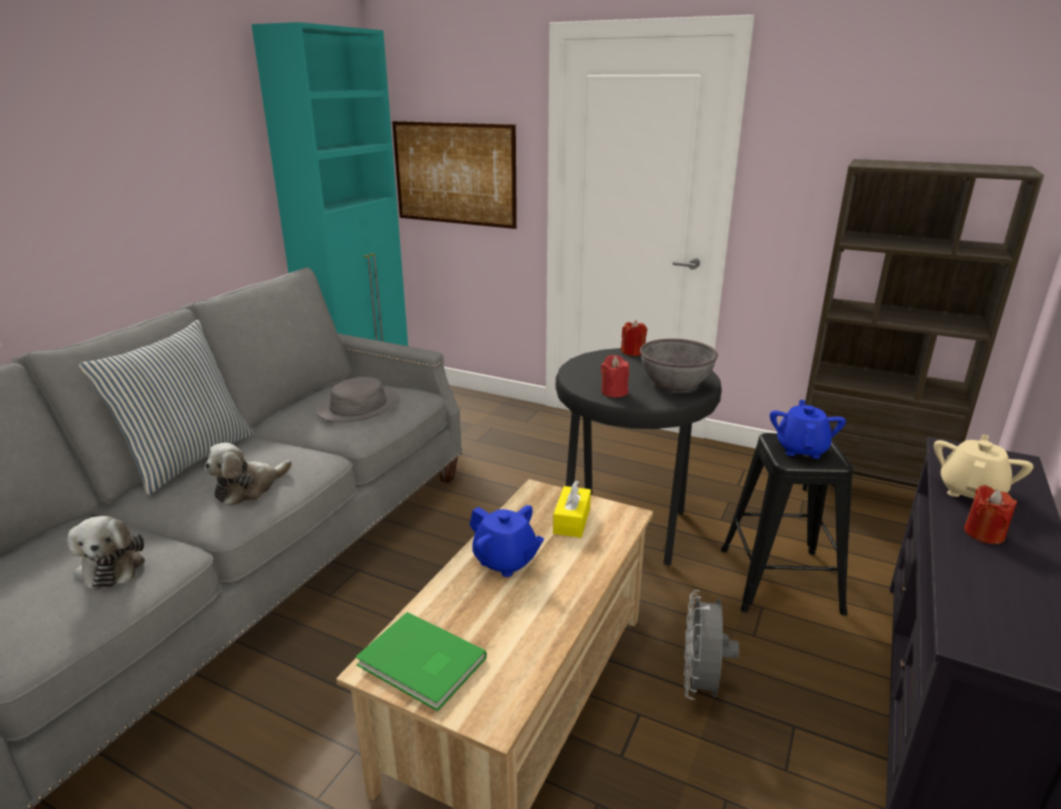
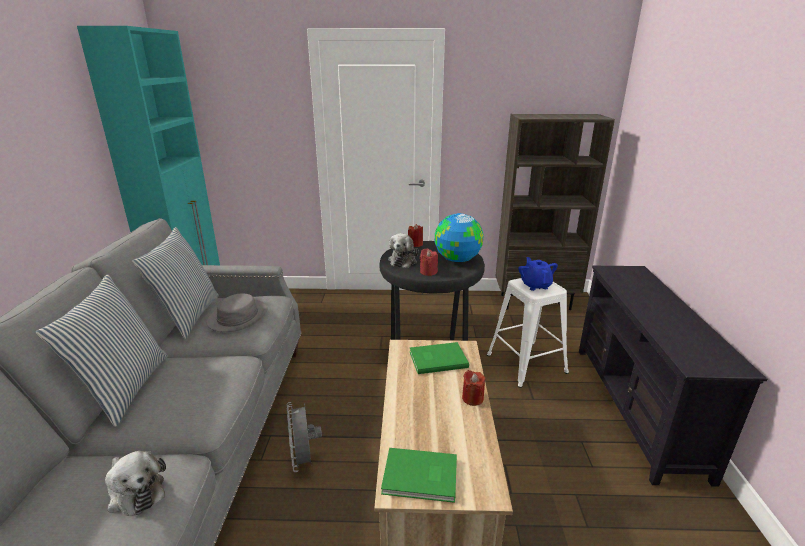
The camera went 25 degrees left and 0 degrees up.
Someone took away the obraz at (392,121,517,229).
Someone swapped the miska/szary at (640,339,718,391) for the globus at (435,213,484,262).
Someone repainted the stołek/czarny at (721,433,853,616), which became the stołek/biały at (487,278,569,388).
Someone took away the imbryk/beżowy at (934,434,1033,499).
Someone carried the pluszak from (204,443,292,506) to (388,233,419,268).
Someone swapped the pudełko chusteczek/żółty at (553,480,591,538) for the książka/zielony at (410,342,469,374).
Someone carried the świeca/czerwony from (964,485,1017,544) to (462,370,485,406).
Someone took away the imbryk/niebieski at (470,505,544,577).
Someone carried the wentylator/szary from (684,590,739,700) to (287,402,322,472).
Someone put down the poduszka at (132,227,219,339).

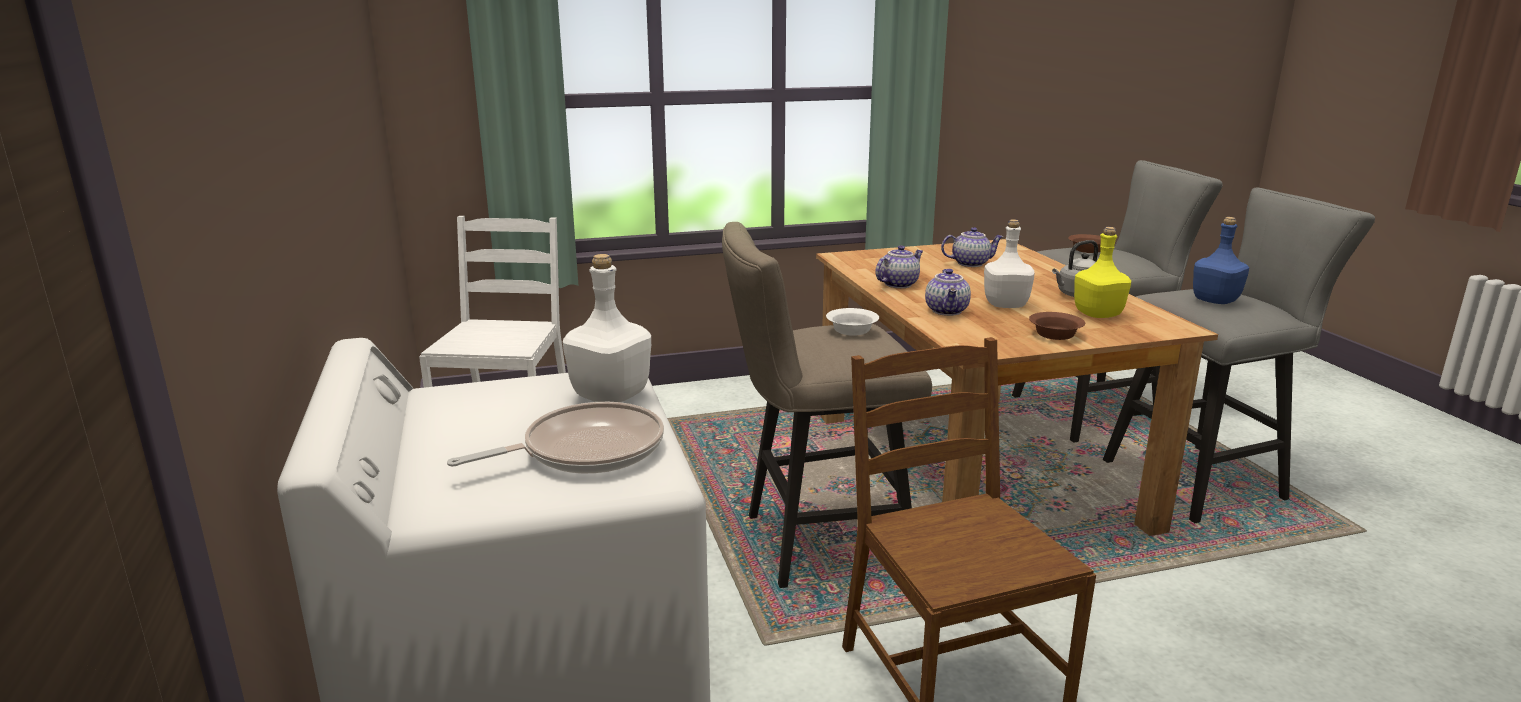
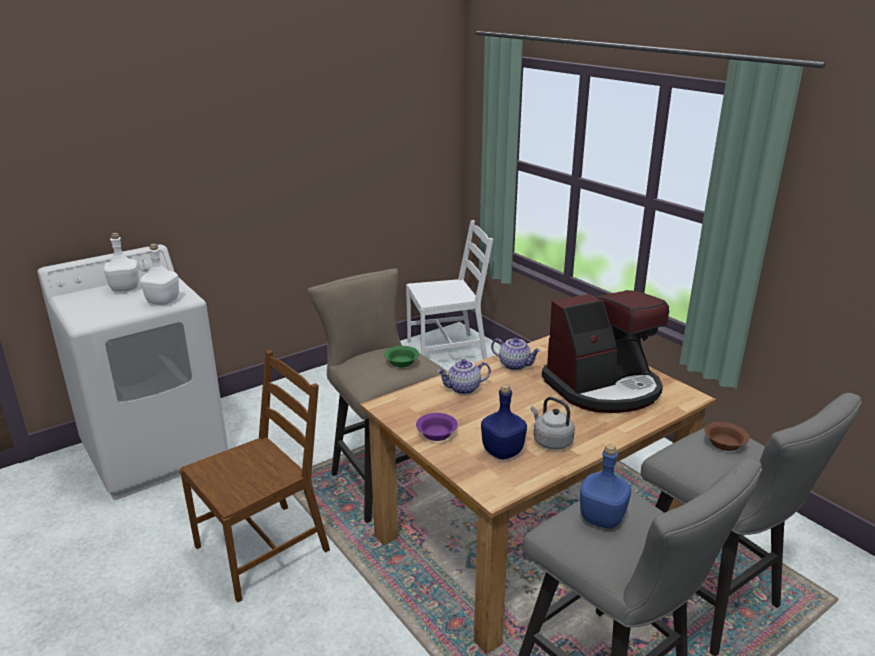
The camera went 70 degrees right and 5 degrees up.
Someone carried the butelka/biały from (984,219,1035,308) to (104,233,139,292).
Someone swapped the imbryk at (941,227,1004,267) for the ekspres do kawy at (542,290,669,413).
Someone repainted the butelka/żółty at (1074,227,1131,318), which became the butelka/niebieski at (481,384,527,460).
Someone repainted the miska/biały at (826,308,879,336), which became the miska/zielony at (384,346,419,367).
Someone repainted the miska/brązowy at (1029,312,1085,340), which became the miska/fioletowy at (416,413,458,441).
Someone took away the patelnia at (447,402,664,474).

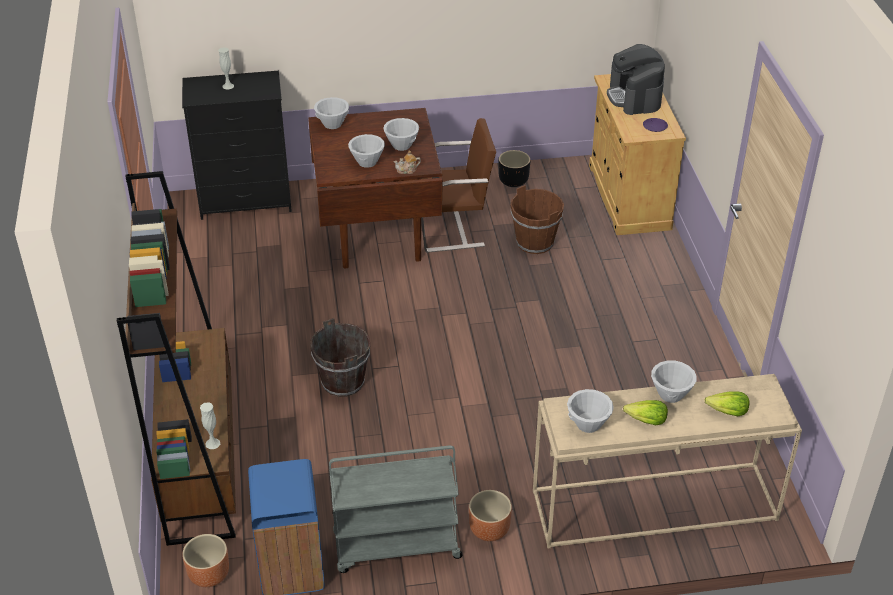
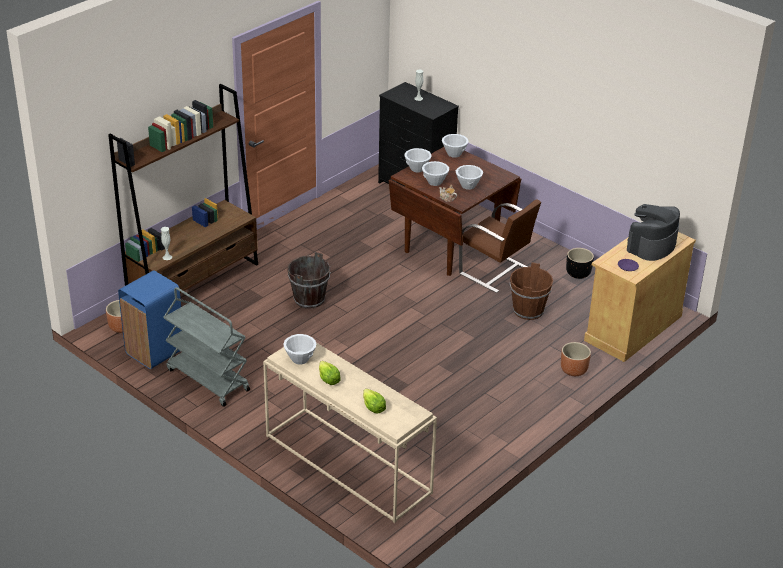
The camera went 50 degrees right and 5 degrees down.
Someone carried the miska/biały from (651,361,697,403) to (405,148,431,172).
Someone carried the donica/brązowy from (469,490,512,541) to (561,342,591,376).

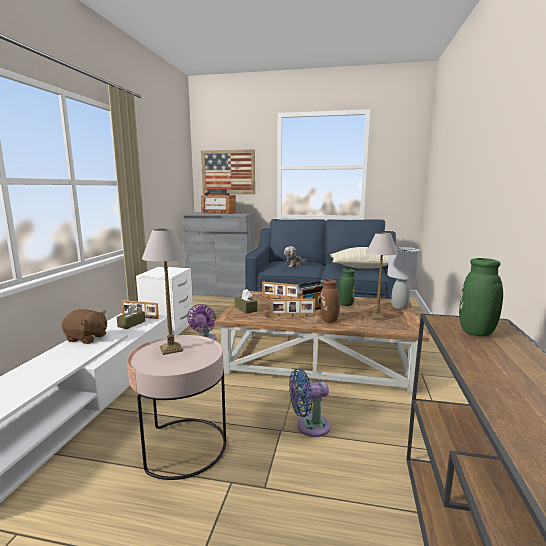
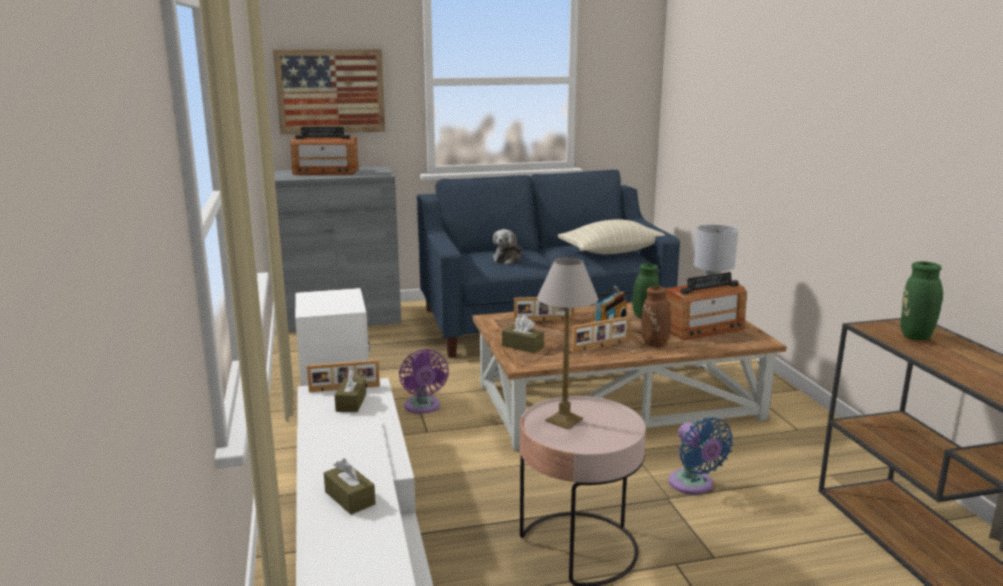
The camera went 25 degrees left and 5 degrees up.
Someone swapped the lampa stołowa at (366,232,398,320) for the radio at (666,272,747,340).
Someone took away the pluszak/brązowy at (62,309,107,344).
Someone rotated the wentylator/niebieski at (289,369,331,437) by 75 degrees counterclockwise.
Someone put down the pudełko chusteczek/brązowy at (324,459,376,515).

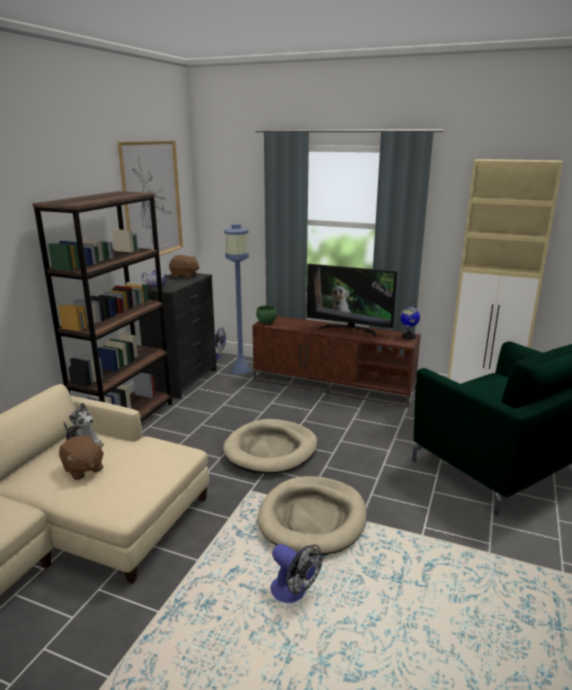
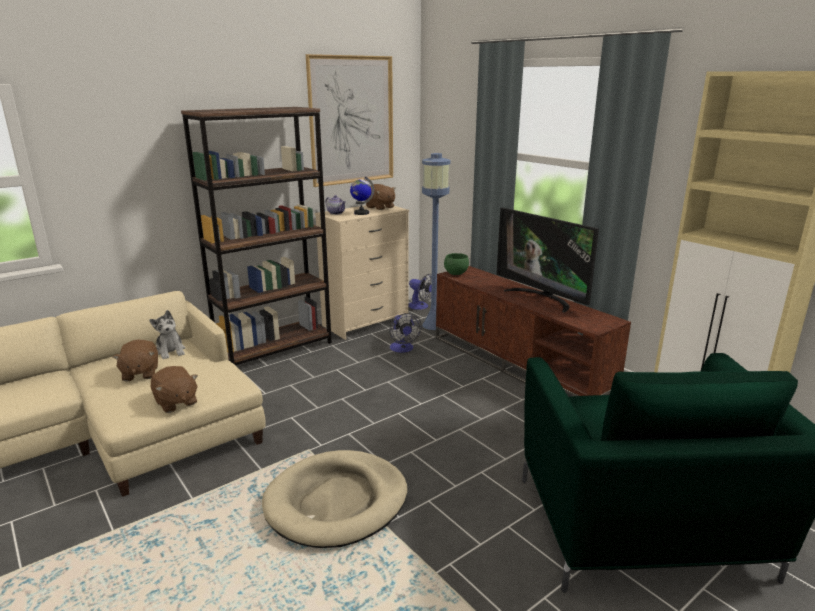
The camera went 30 degrees right and 0 degrees up.
Someone repainted the komoda/czarny at (139,273,217,399), which became the komoda/beżowy at (315,205,409,340).
Someone carried the globus from (400,304,420,339) to (350,176,374,215).
Someone took away the legowisko/beżowy at (223,419,317,474).
Someone carried the wentylator from (270,544,322,603) to (390,313,422,353).
Someone put down the pluszak/brązowy at (151,366,198,413).

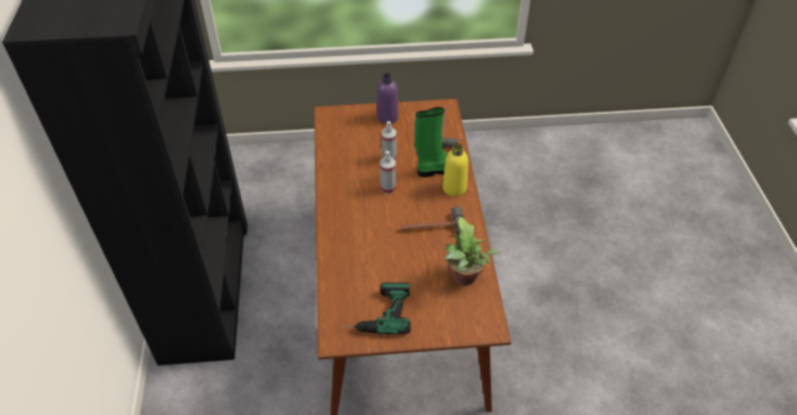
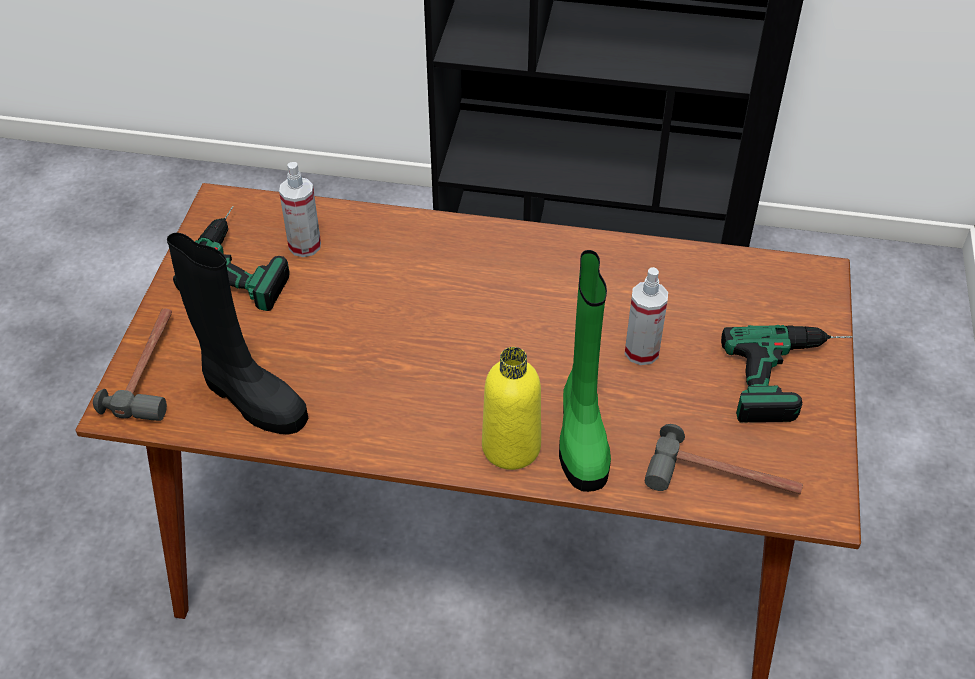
The camera went 105 degrees right and 0 degrees up.
Someone swapped the butelka/fioletowy at (377,73,399,124) for the wiertarka at (721,325,853,422).
Someone carried the spryskiwacz from (380,151,396,194) to (279,162,321,257).
Someone carried the młotek from (402,206,464,234) to (93,308,172,421).
Someone swapped the roślina doniczkowa at (445,216,501,286) for the but z cholewką/czarny at (167,232,308,435).

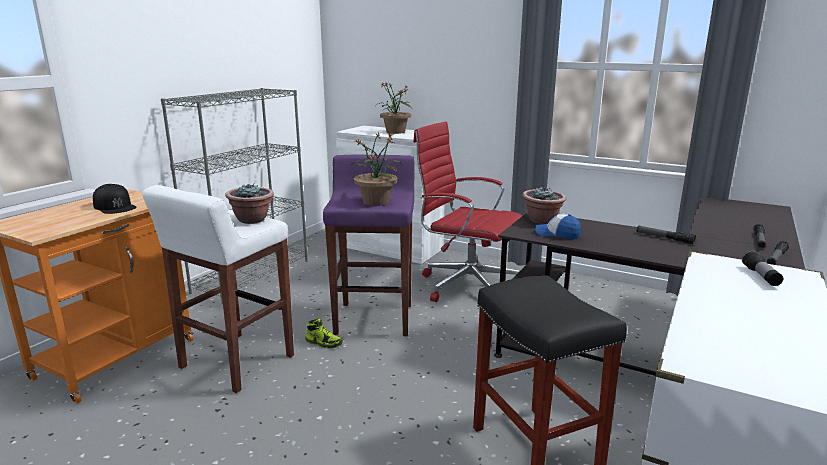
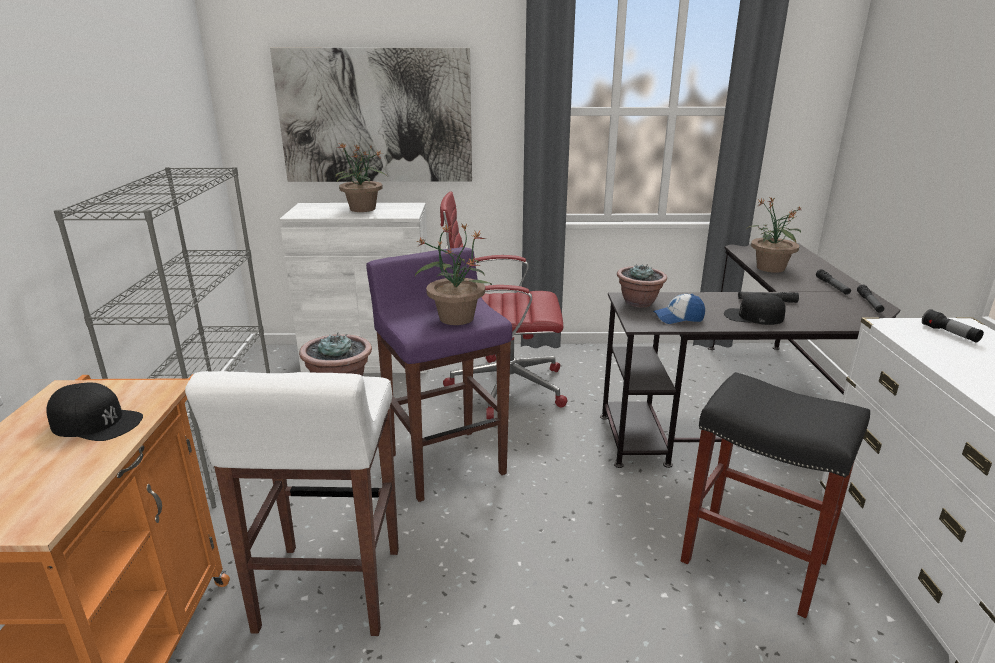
The camera went 30 degrees left and 5 degrees up.
Someone took away the but at (305,318,343,349).
Someone put up the obraz at (270,48,472,182).
Someone put down the roślina doniczkowa at (747,196,801,273).
Someone put down the czapka z daszkiem/czarny at (724,293,786,325).

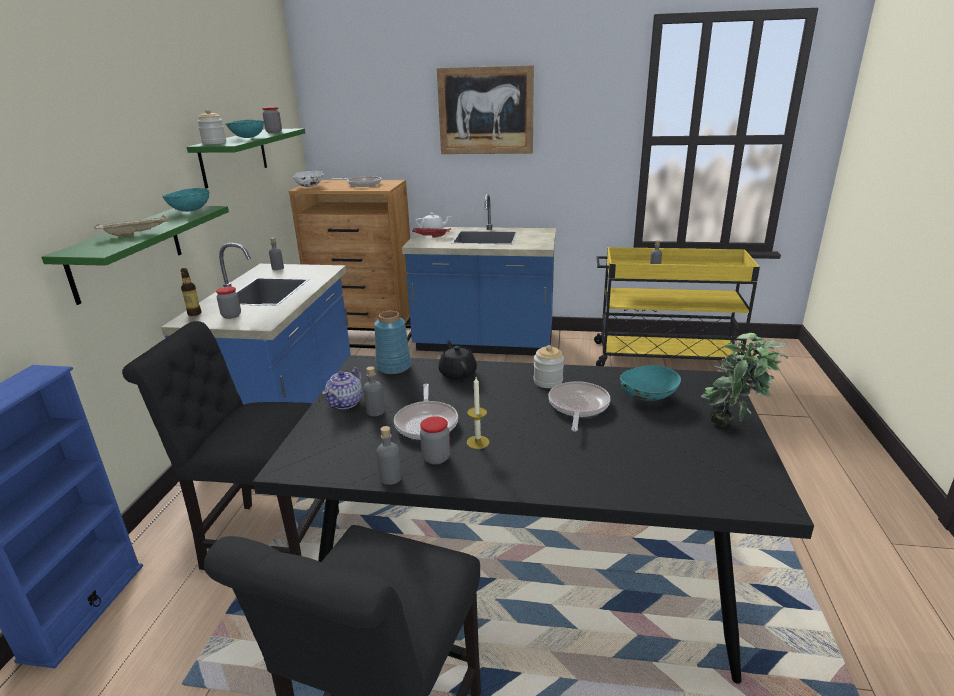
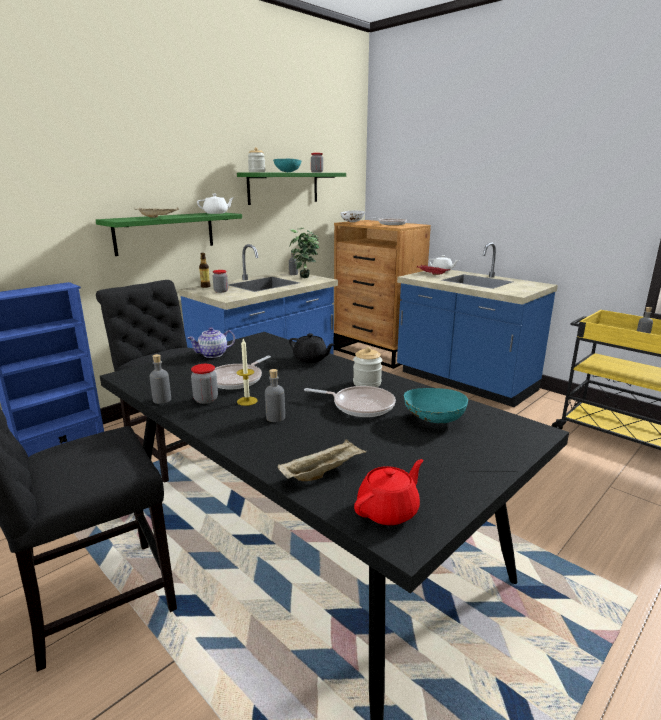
The camera went 35 degrees right and 5 degrees down.
Someone took away the obraz at (437,65,534,154).
Someone swapped the miska/turkusowy at (162,188,209,212) for the imbryk/biały at (197,194,235,214).
Someone took away the wazon/niebieski at (374,311,411,374).
Someone carried the roślina doniczkowa from (701,333,789,427) to (289,228,319,278).
Someone rotated the imbryk/czarny at (438,340,477,380) by 105 degrees clockwise.
Someone carried the butelka/szary from (363,366,385,416) to (265,369,285,422).
Someone rotated the patelnia at (548,381,611,431) by 60 degrees clockwise.
Someone put down the taca/beżowy at (278,439,367,481).
Someone put down the imbryk/czerwony at (354,459,423,525).

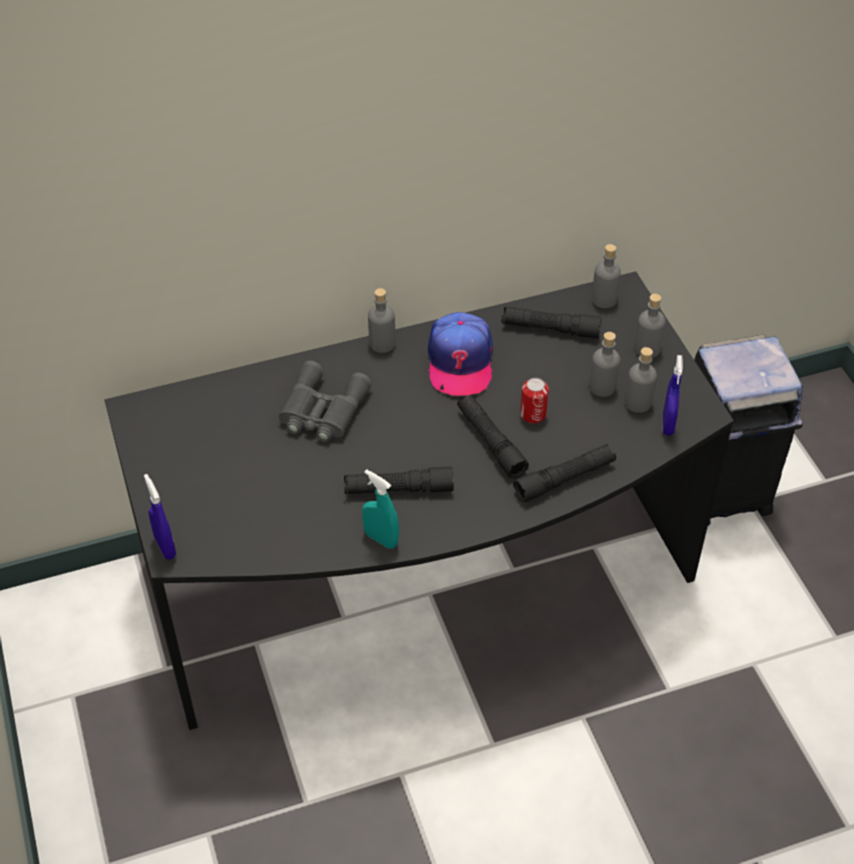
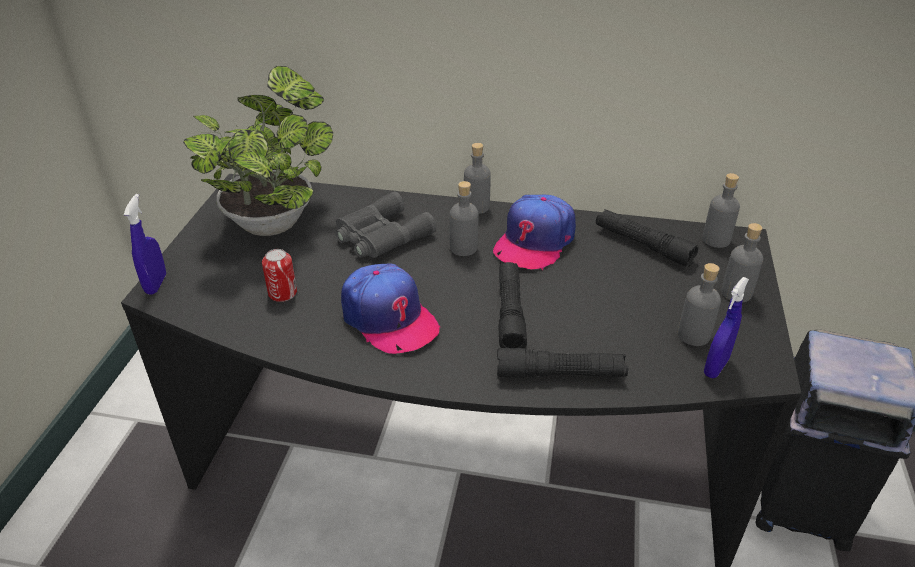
The camera went 30 degrees right and 10 degrees down.
Someone carried the butelka/szary from (589,332,620,397) to (450,181,478,256).
Someone carried the puszka from (520,378,549,423) to (262,249,297,302).
Someone swapped the latarka/czarny at (344,467,454,494) for the czapka z daszkiem at (341,263,441,354).
Someone took away the spryskiwacz/turkusowy at (362,469,399,549).
Someone put down the roślina doniczkowa at (183,66,333,236).

